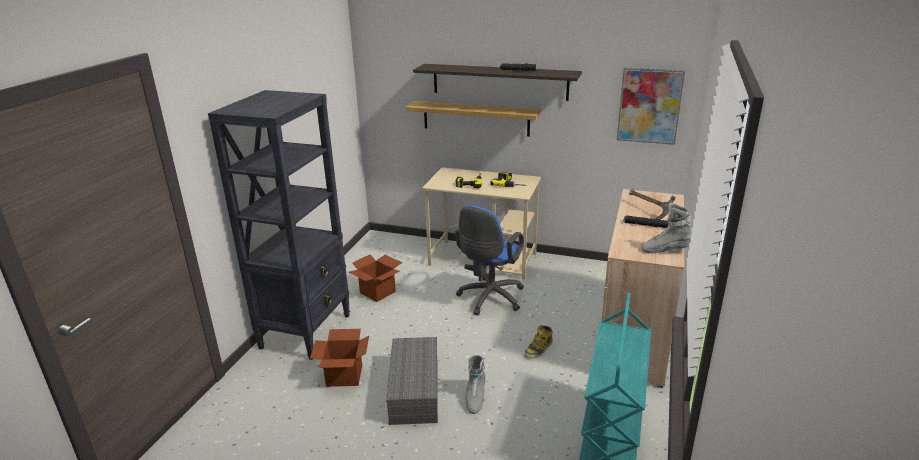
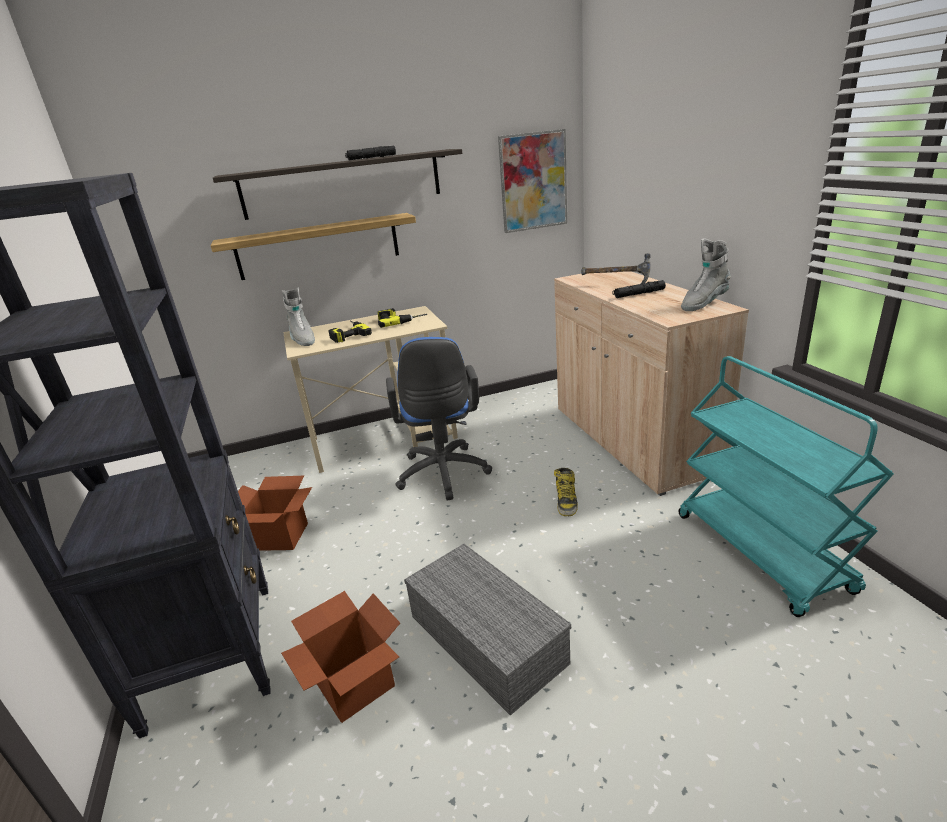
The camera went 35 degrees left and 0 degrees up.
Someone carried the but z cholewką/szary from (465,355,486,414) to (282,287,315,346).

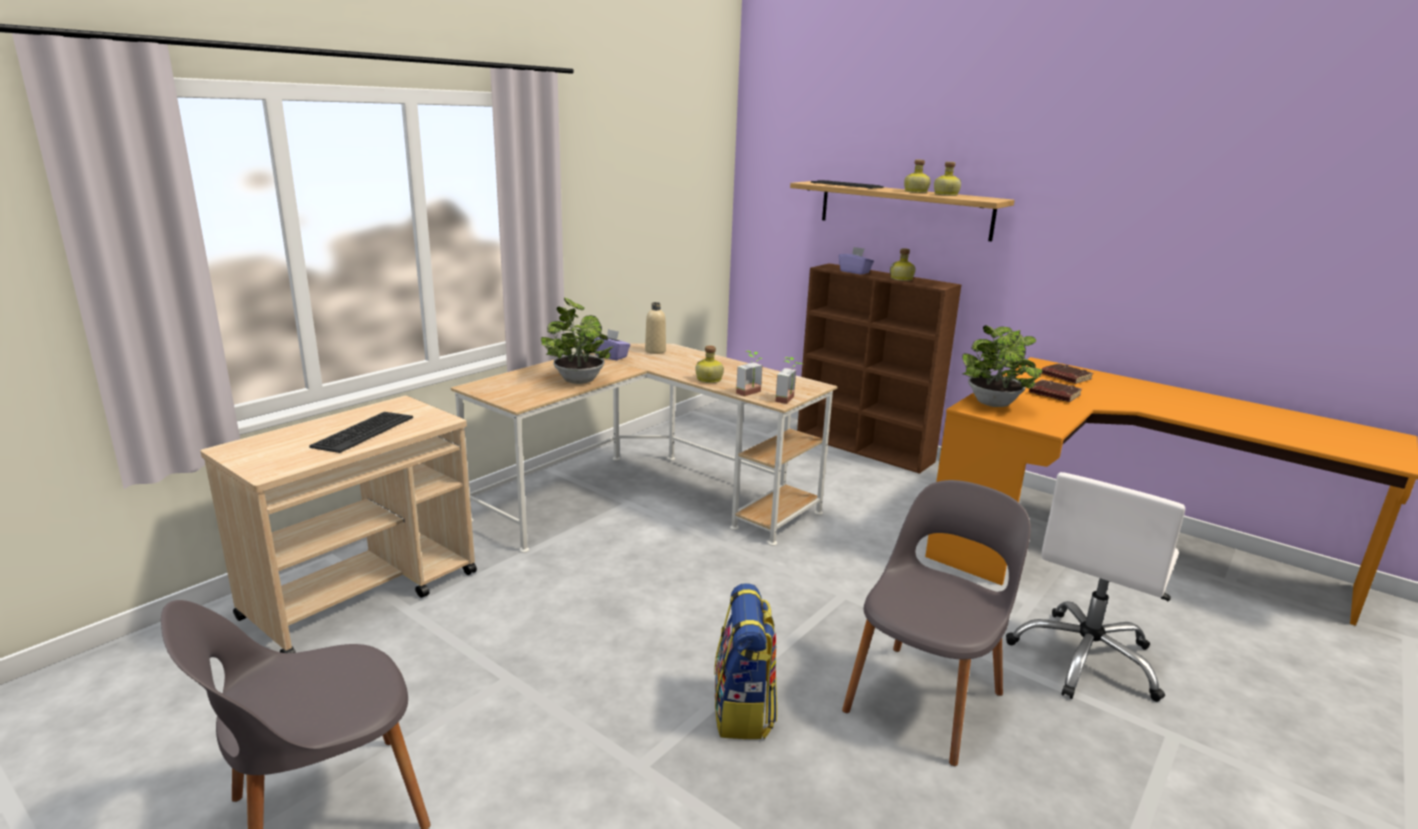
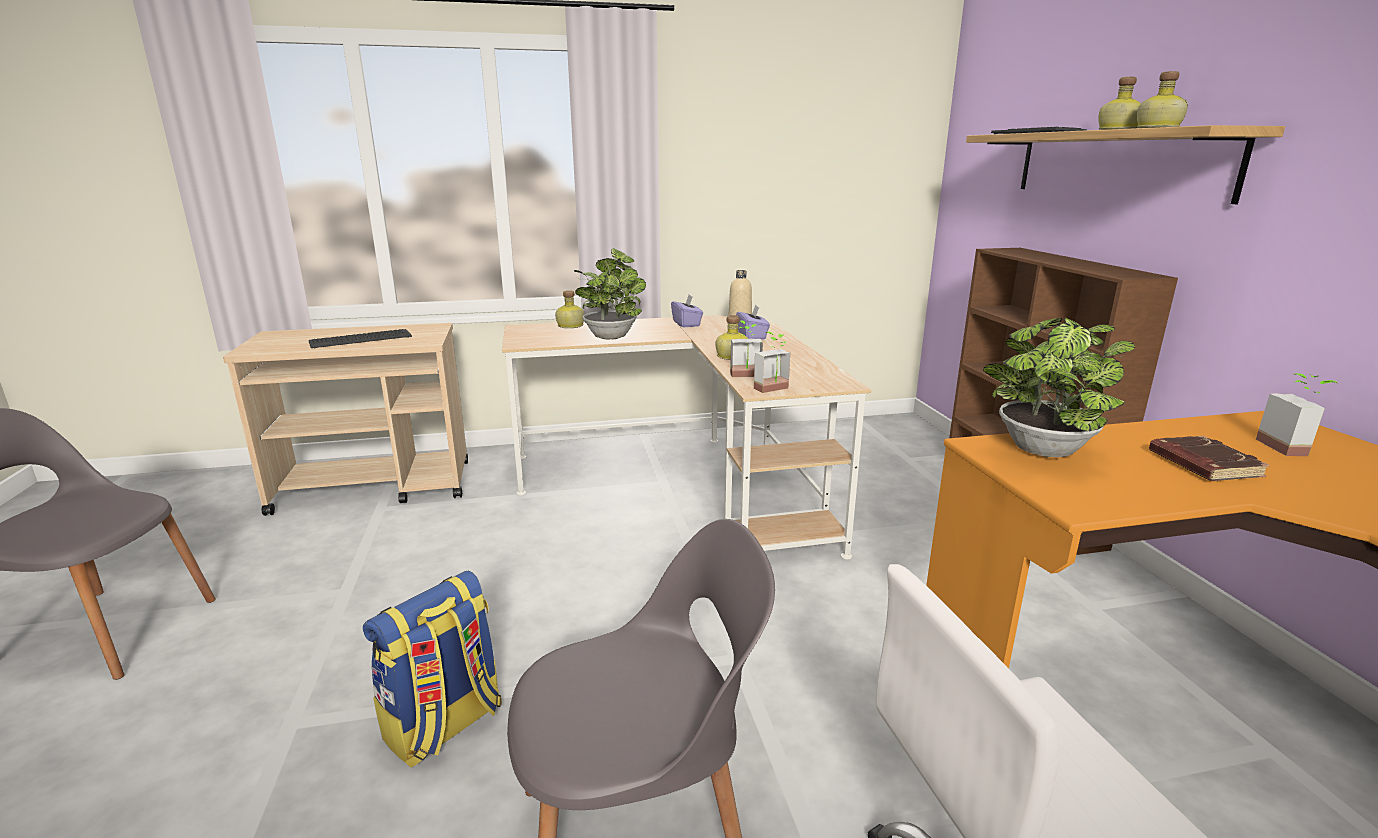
The camera went 40 degrees right and 0 degrees up.
Someone carried the pudełko chusteczek/fioletowy from (839,247,874,275) to (736,305,770,340).
Someone carried the butelka from (890,248,916,281) to (555,290,585,328).
Someone swapped the książka/brązowy at (1041,363,1094,384) for the roślina doniczkowa at (1256,373,1339,456).

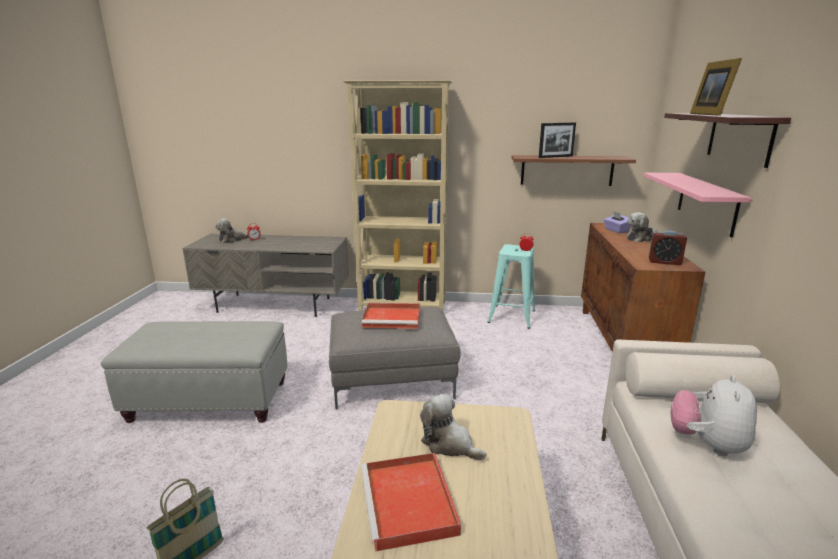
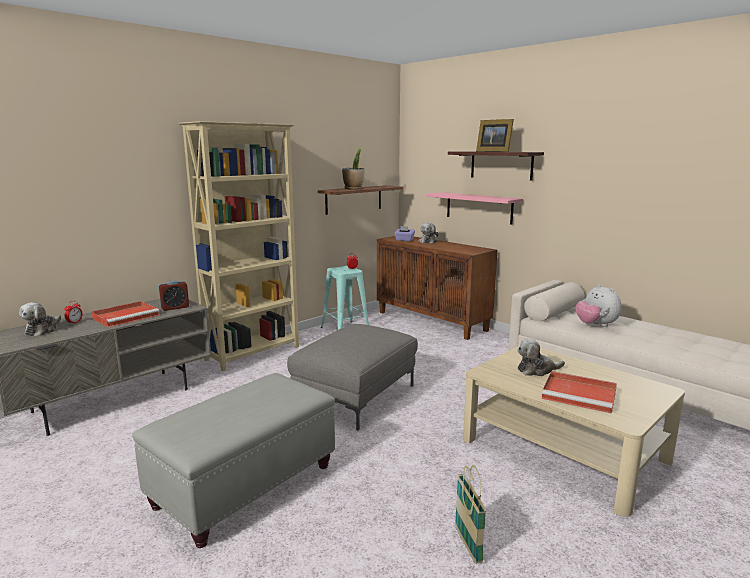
The camera went 50 degrees left and 5 degrees down.
Someone swapped the ramka na zdjęcie at (539,123,576,158) for the roślina doniczkowa at (342,146,365,189).
Someone carried the budzik from (649,231,687,265) to (158,280,189,311).
Someone carried the taca/czerwony from (362,303,420,329) to (91,301,159,327).

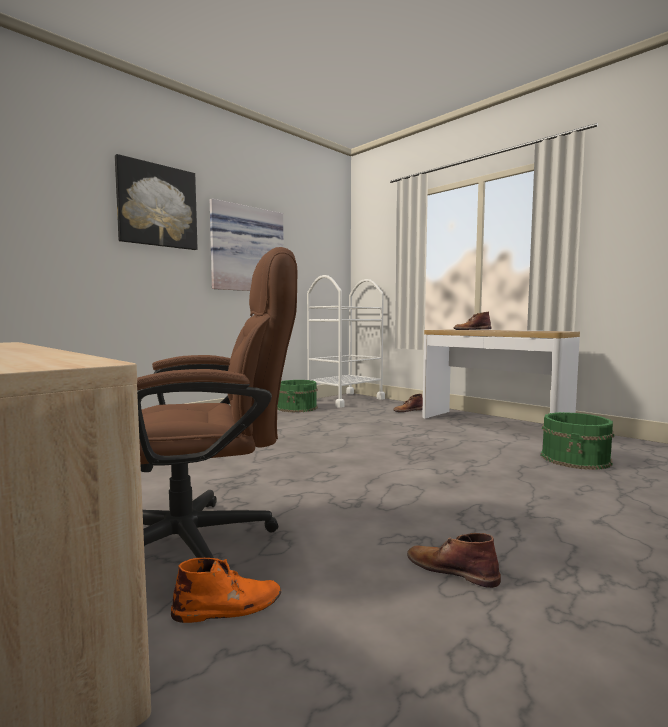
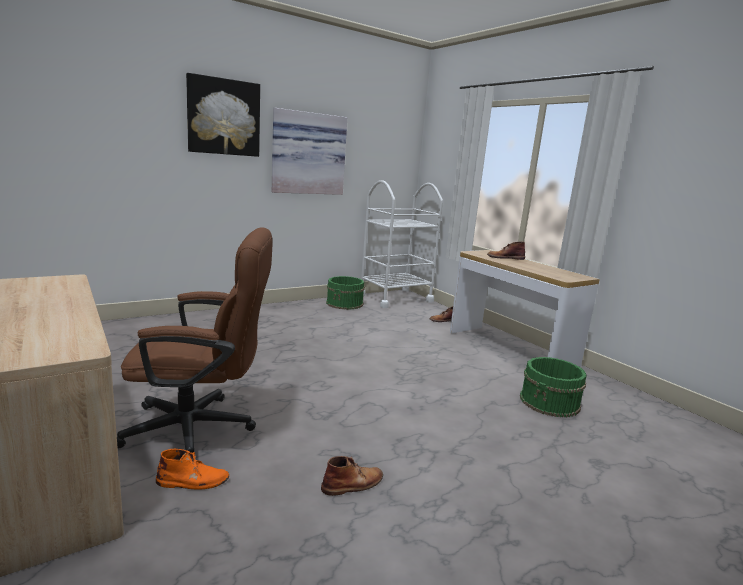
The camera went 10 degrees right and 10 degrees up.
Someone rotated the but z cholewką/brązowy at (407,533,501,588) by 105 degrees clockwise.

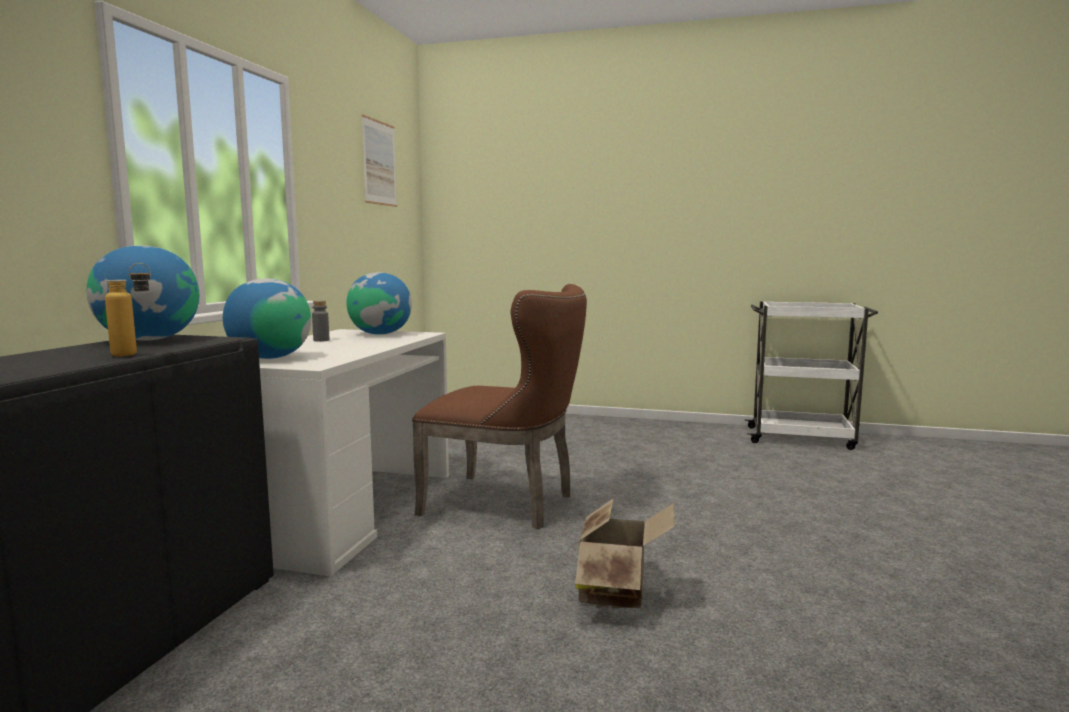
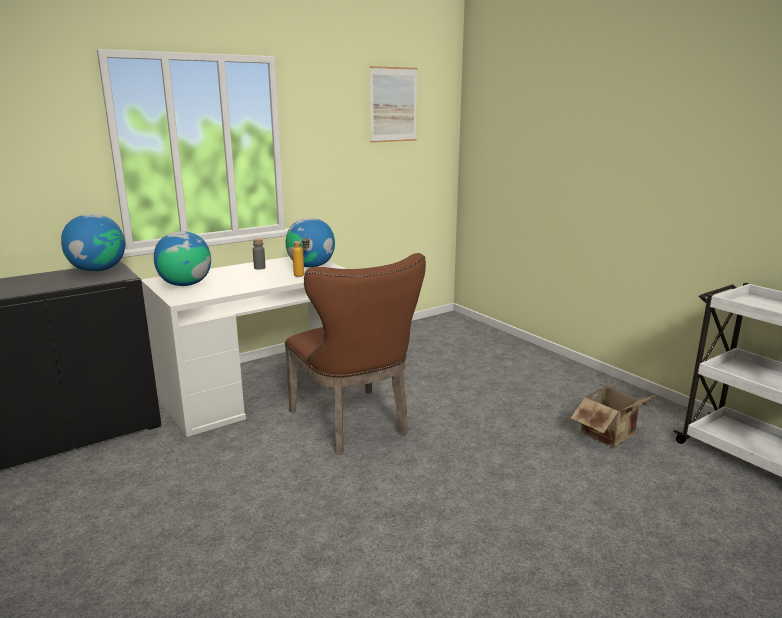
The camera went 40 degrees right and 10 degrees up.
Someone carried the butelka from (105,263,151,357) to (292,235,310,277).
Someone carried the karton from (575,498,675,608) to (571,381,657,447).

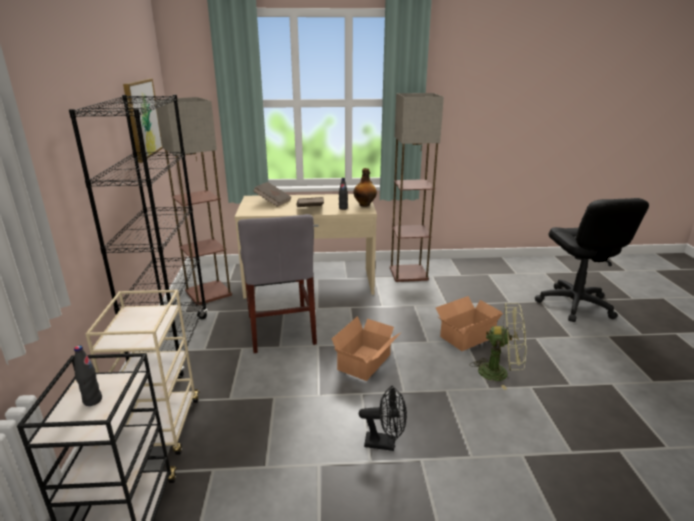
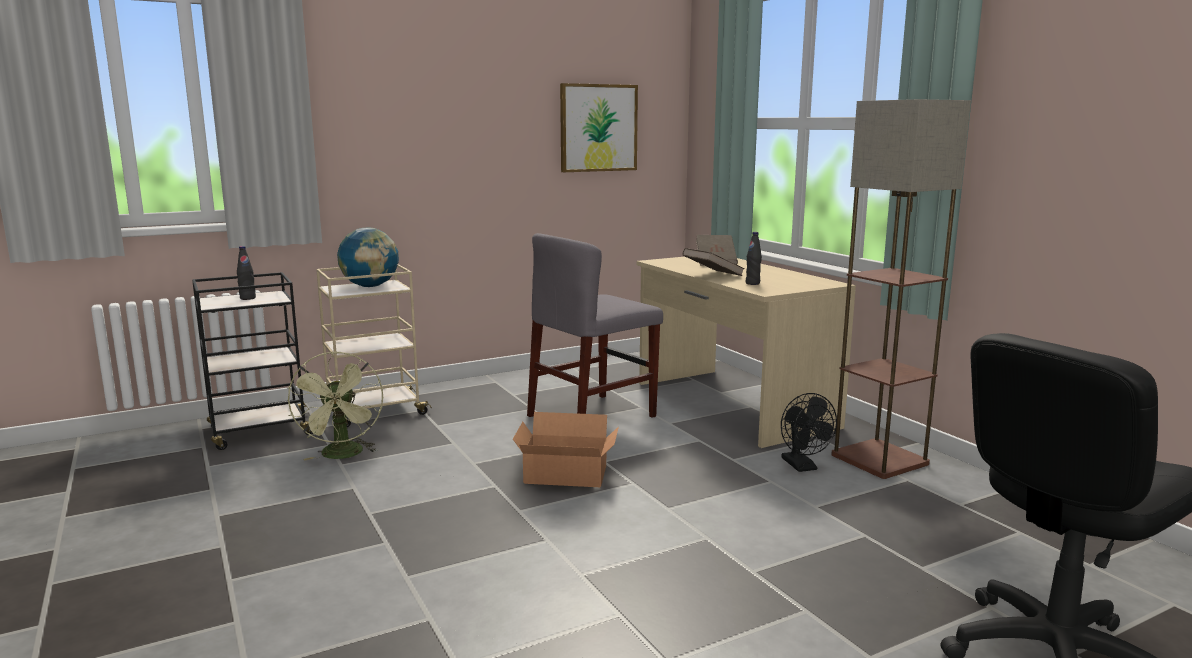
The camera went 65 degrees right and 10 degrees down.
Someone took away the regał/czarny at (69,95,208,379).
Someone took away the lampa stojąca at (155,97,232,305).
Someone took away the butelka at (353,168,377,207).
Someone took away the karton at (436,296,503,351).
Someone carried the wentylator/zielony from (470,303,527,390) to (287,351,383,461).
Someone carried the wentylator/czarny from (359,386,407,451) to (781,393,837,472).
Someone put down the globus at (337,228,399,287).

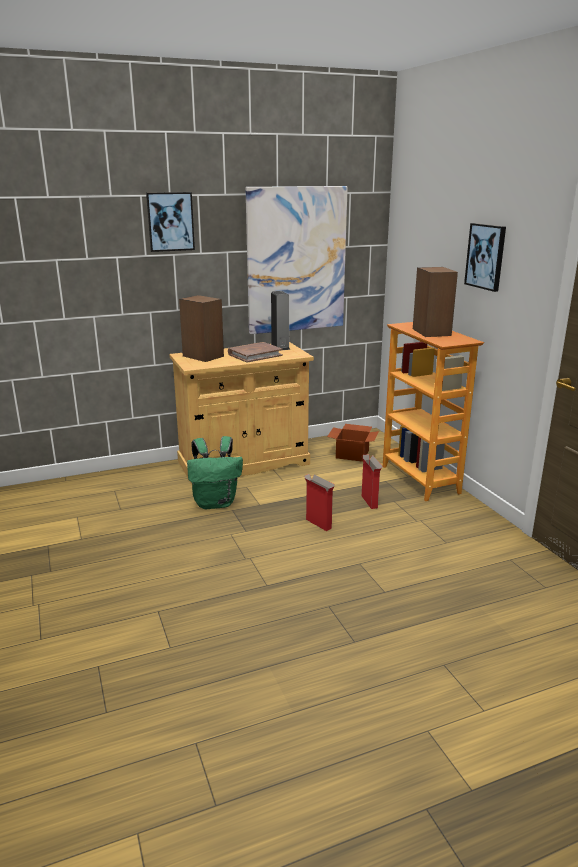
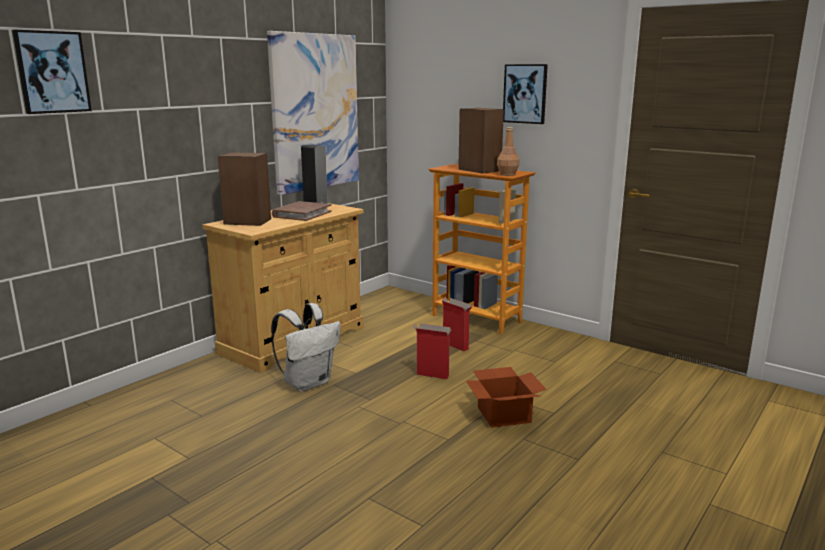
The camera went 30 degrees left and 5 degrees down.
Someone carried the obraz from (146,192,195,252) to (13,30,92,114).
Someone carried the karton from (327,424,379,462) to (466,367,547,428).
Someone repainted the plecak/zielony at (187,436,243,509), which became the plecak/biały at (271,303,341,391).
Someone put down the butelka/brązowy at (497,127,519,176).

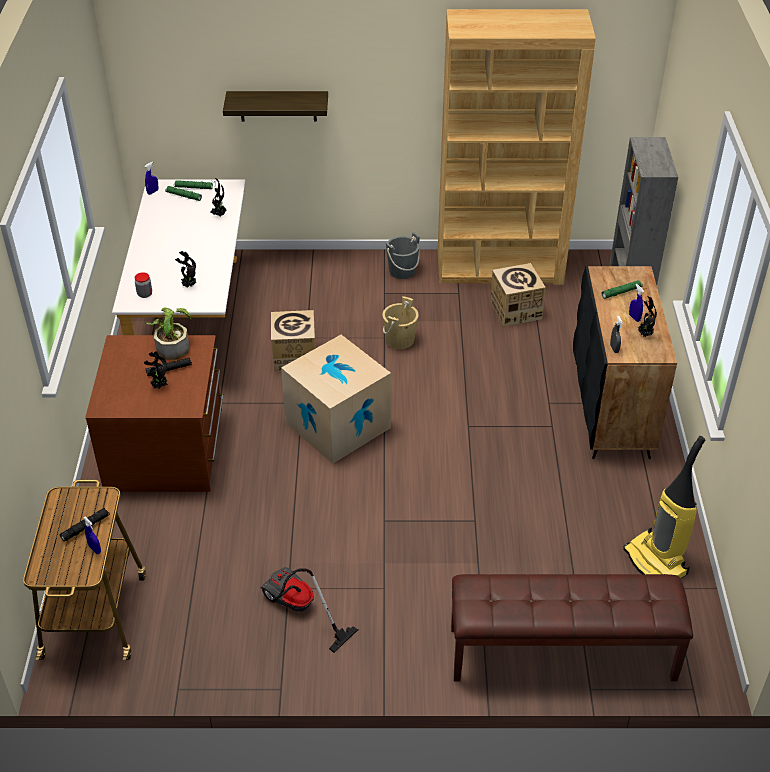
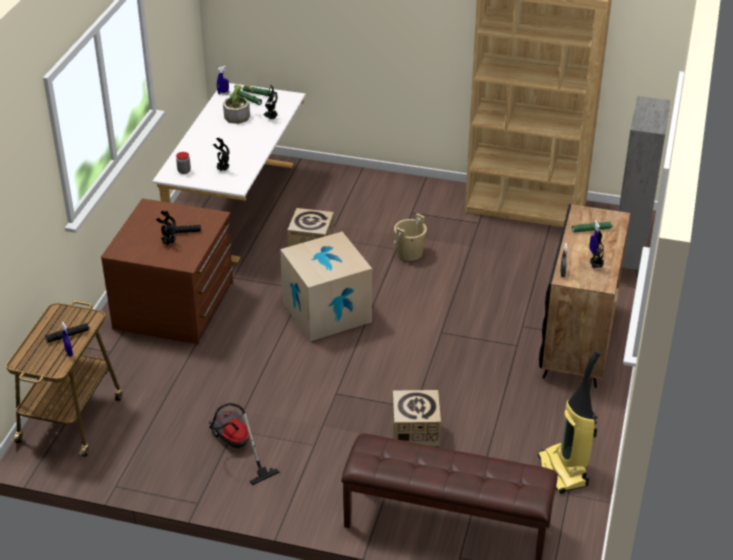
The camera went 15 degrees right and 5 degrees down.
Someone took away the półka at (223,91,328,121).
Someone took away the wiadro/szary at (386,232,420,279).
Someone carried the karton from (491,263,546,326) to (393,390,441,447).
Someone carried the roślina doniczkowa from (146,307,191,360) to (219,85,253,124).

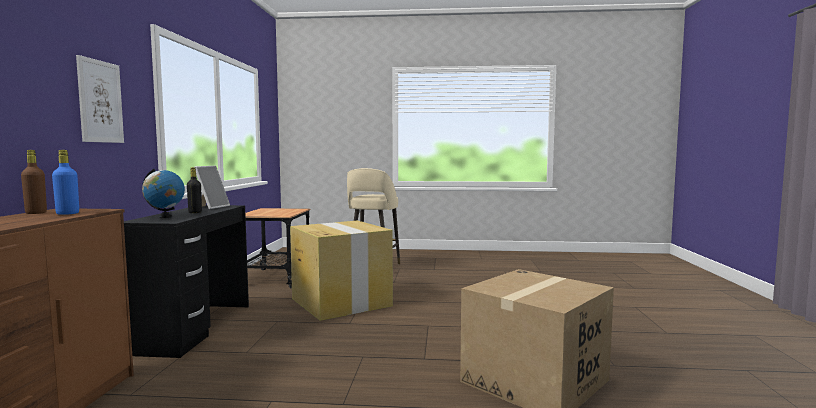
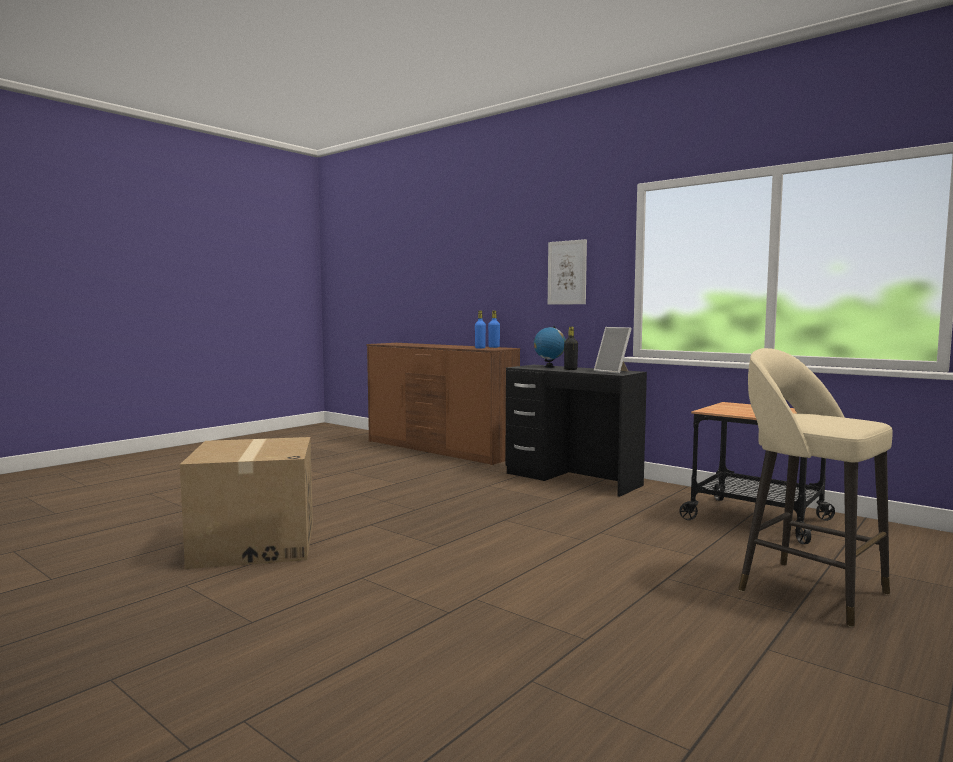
The camera went 125 degrees right and 0 degrees up.
Someone repainted the butelka/brązowy at (21,150,47,214), which became the butelka/niebieski at (488,311,500,348).
Someone took away the karton at (290,220,393,321).

